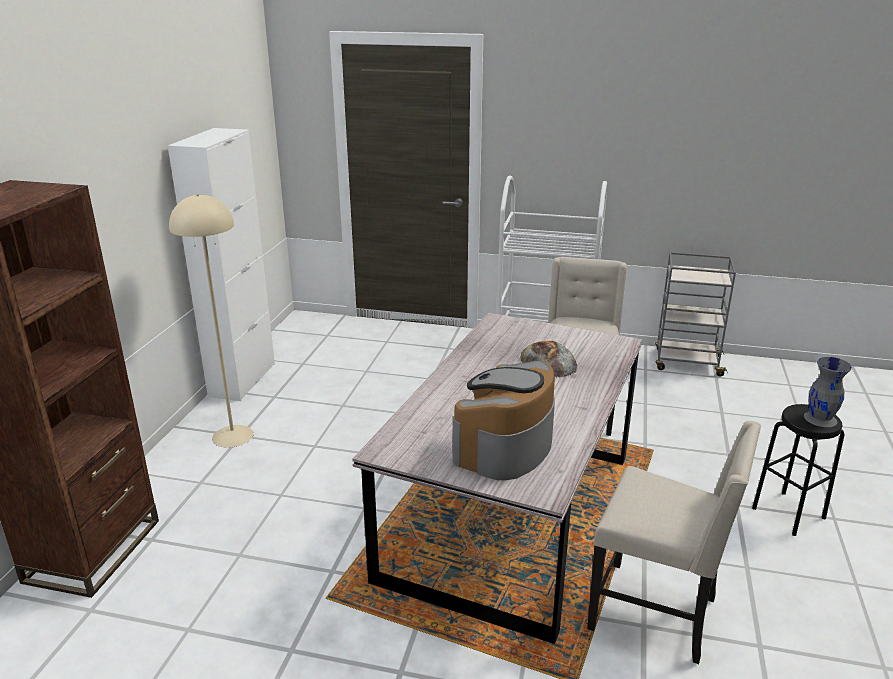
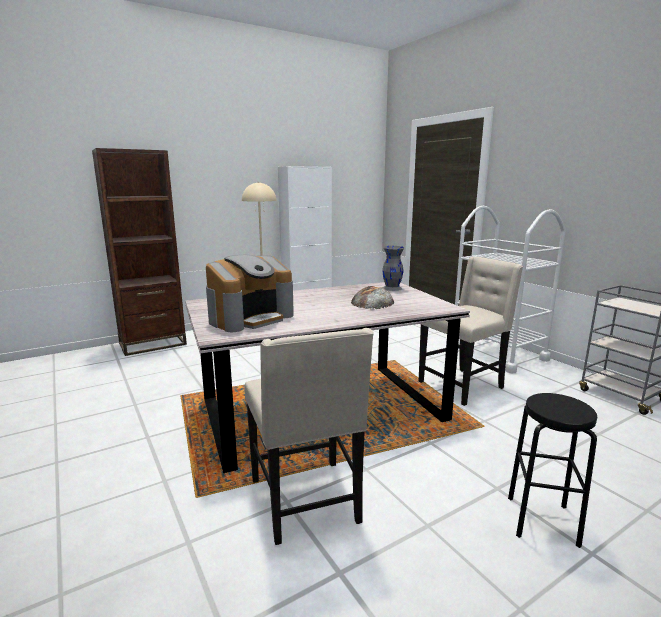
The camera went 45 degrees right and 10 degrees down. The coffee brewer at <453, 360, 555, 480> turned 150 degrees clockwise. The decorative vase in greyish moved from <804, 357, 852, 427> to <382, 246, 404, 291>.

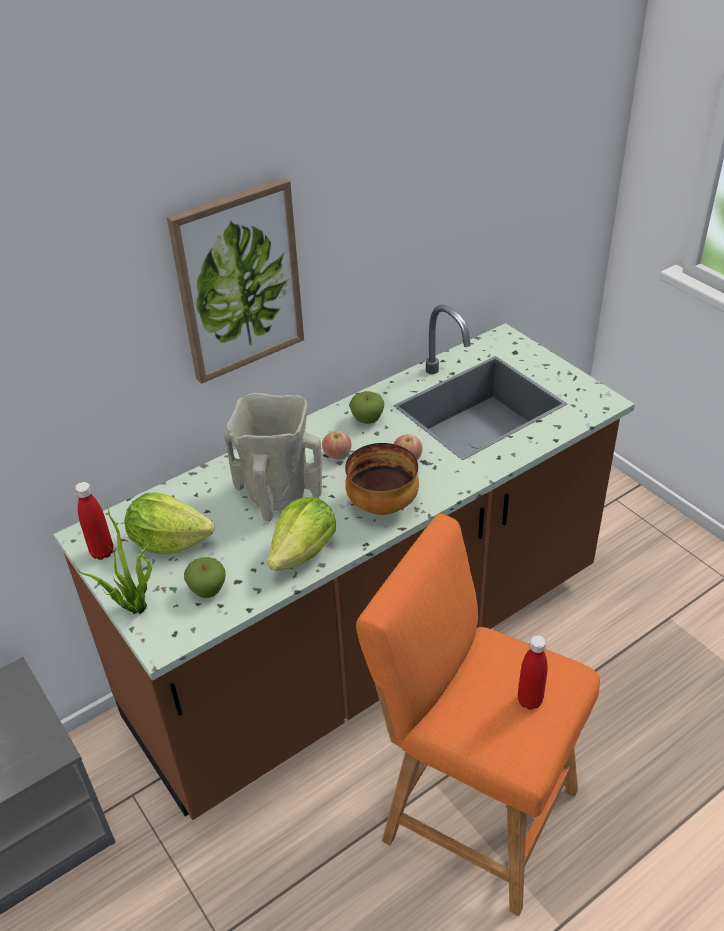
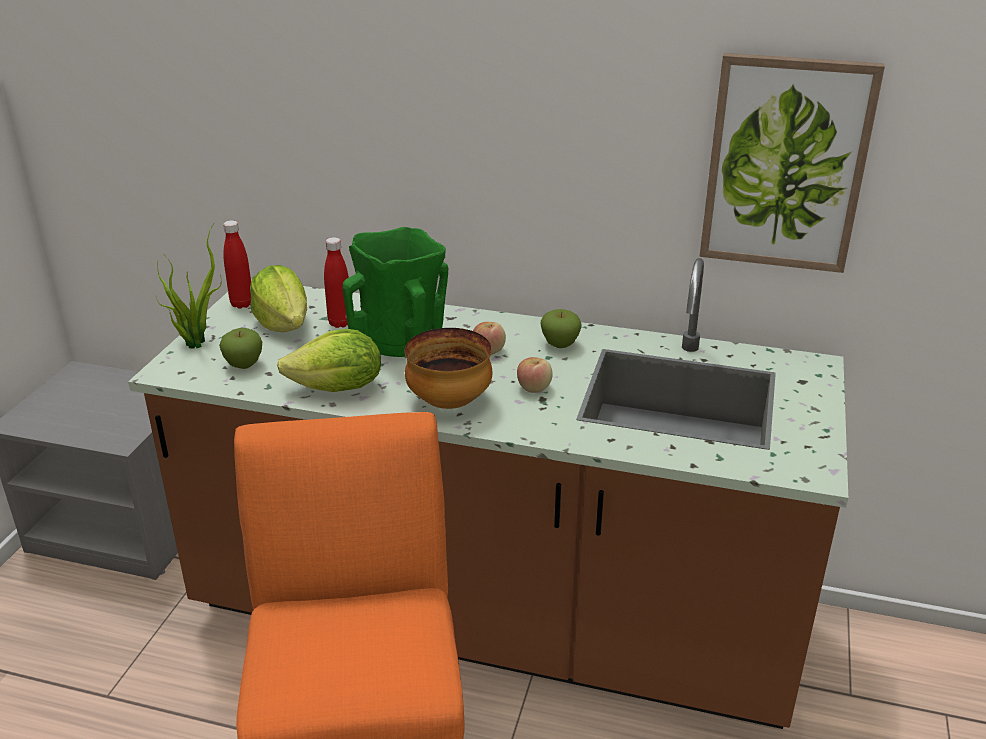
The camera went 50 degrees right and 10 degrees down. The bottle in red moved from <518, 635, 548, 710> to <324, 237, 349, 328>. The decorative vase in beige-coloured at <224, 393, 322, 522> became the decorative vase in green at <343, 227, 448, 357>. The wall picture moved from <167, 178, 304, 384> to <700, 53, 885, 273>.

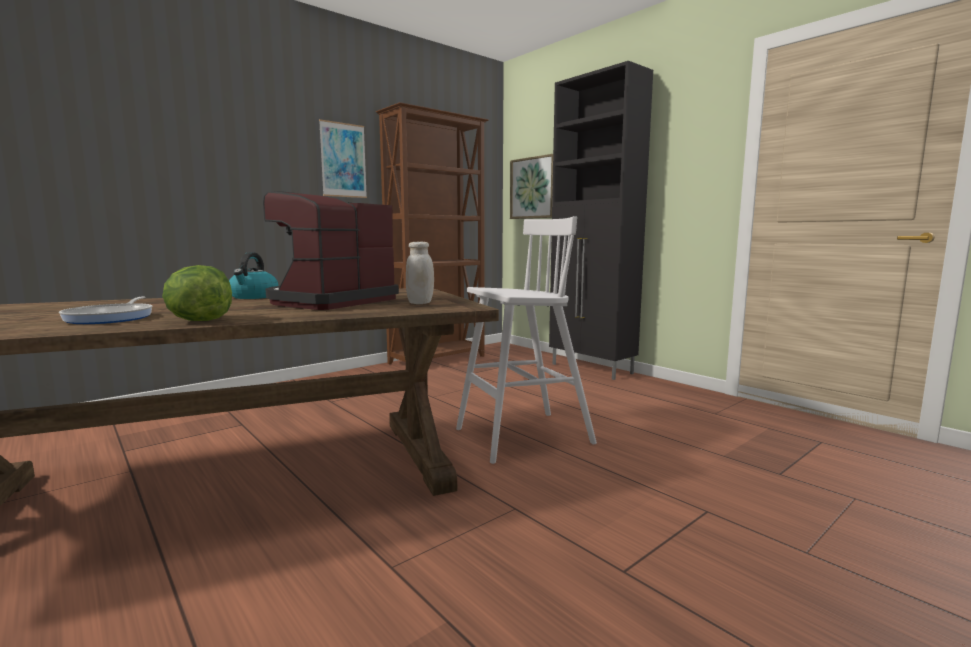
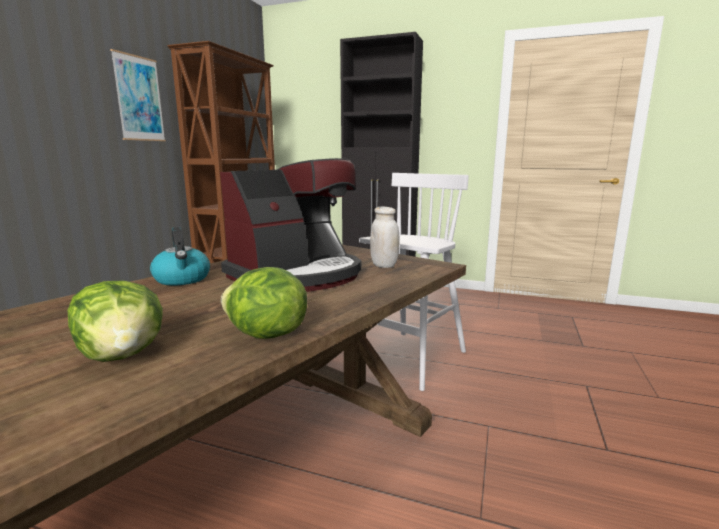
The camera went 30 degrees left and 5 degrees up. The skillet at <59, 296, 153, 324> was replaced by the head of lettuce at <68, 280, 163, 362>. The coffee brewer at <263, 191, 399, 310> turned 135 degrees counterclockwise. The wall picture at <510, 154, 553, 219> disappeared.

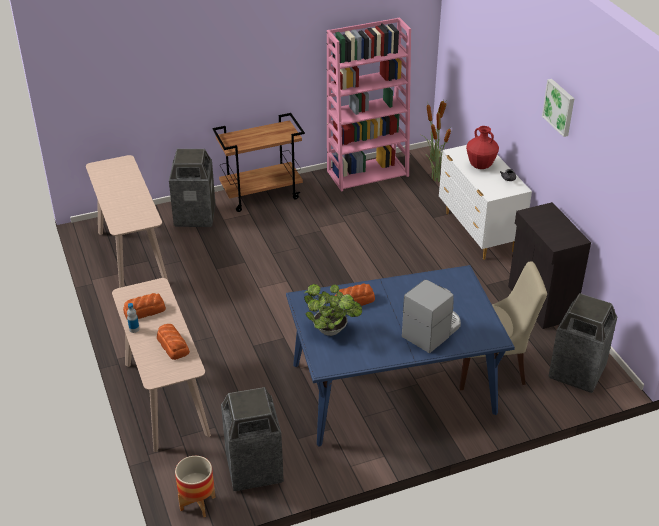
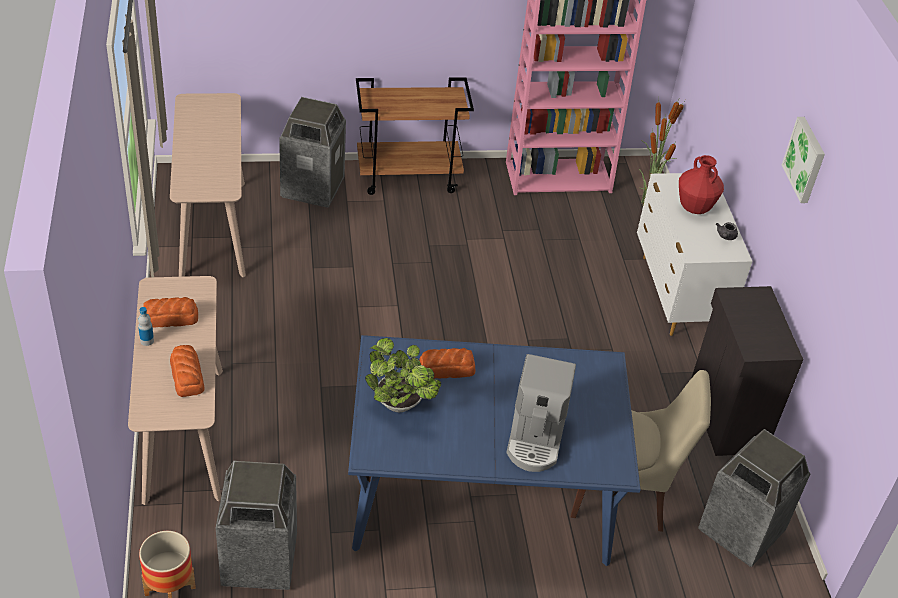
The camera went 10 degrees right and 5 degrees up. The coffee brewer at <402, 280, 461, 353> turned 135 degrees clockwise.

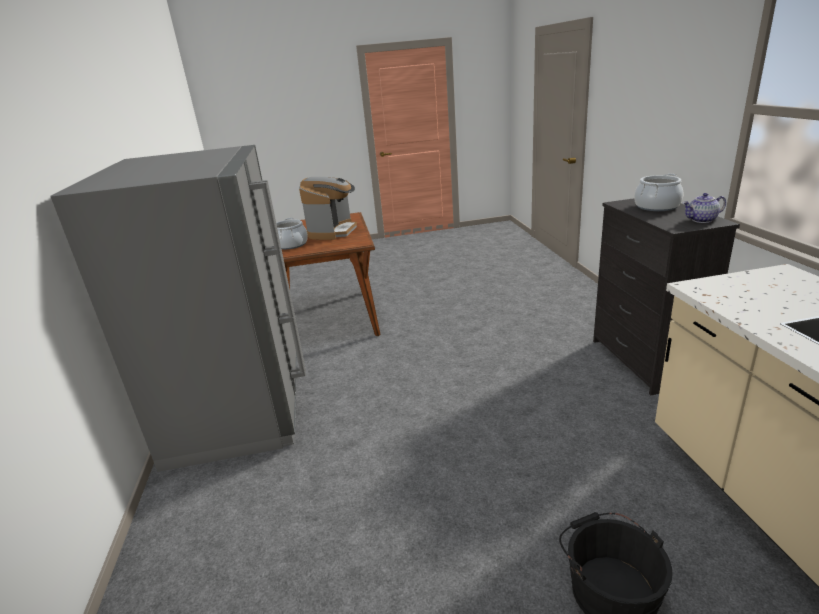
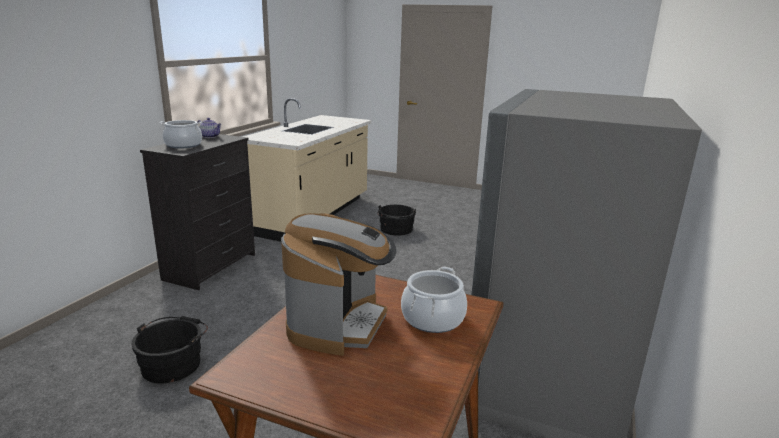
The camera went 150 degrees left and 5 degrees down. The pail in blackish at <131, 316, 208, 383> appeared. The coffee brewer at <299, 177, 357, 240> turned 150 degrees clockwise.

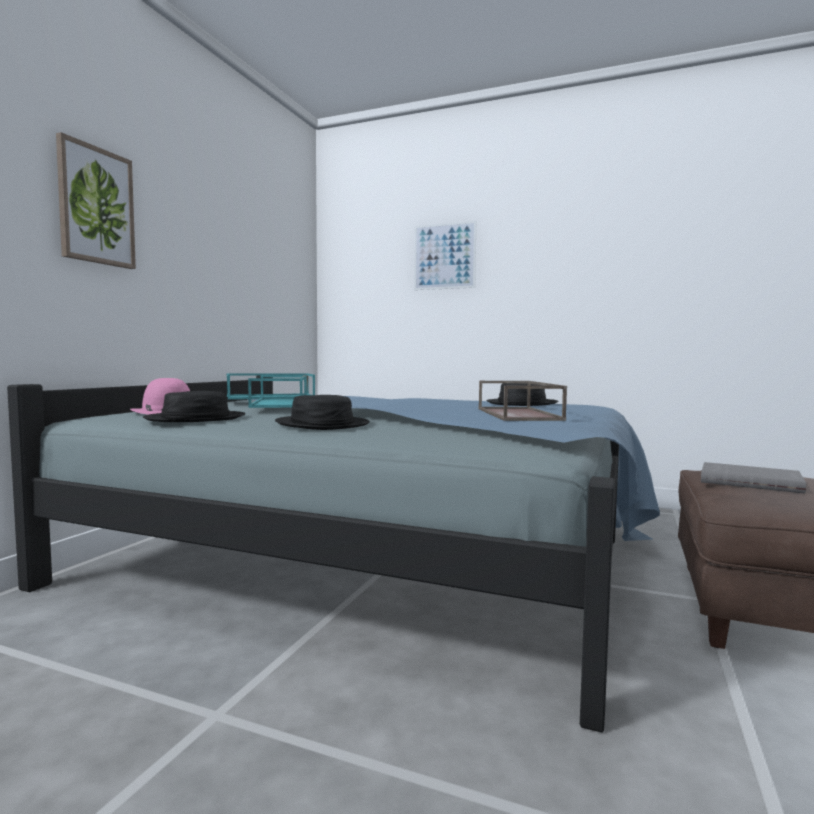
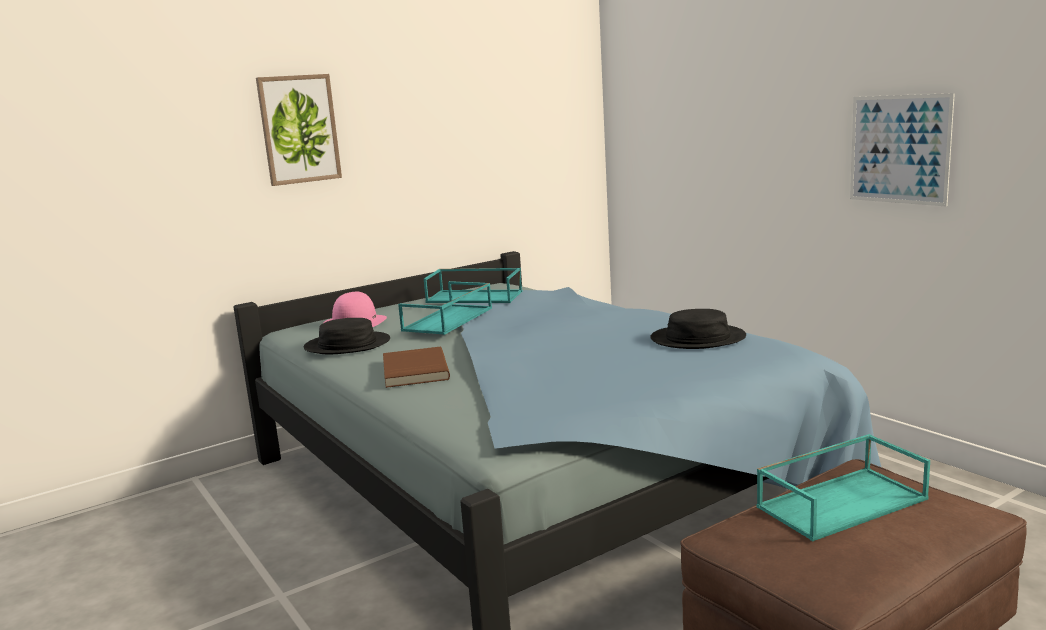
The camera went 35 degrees right and 10 degrees up. The clothing hat in blackish at <275, 395, 370, 430> was replaced by the book in brown at <383, 347, 450, 388>. The book in greyish at <701, 462, 806, 494> was replaced by the tray in turquoise at <757, 434, 930, 541>. The wall picture moved from <414, 221, 476, 290> to <850, 93, 955, 207>. The tray in brown at <479, 381, 567, 421> disappeared.

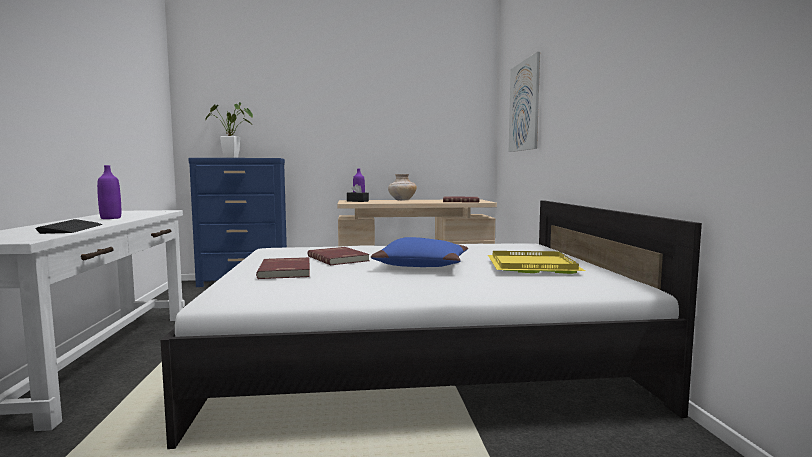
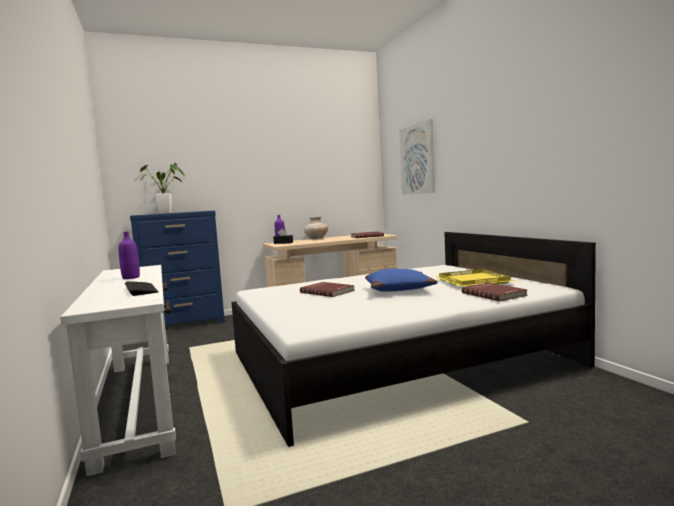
The camera went 15 degrees left and 0 degrees up. The book in red moved from <256, 257, 310, 279> to <462, 283, 528, 301>.

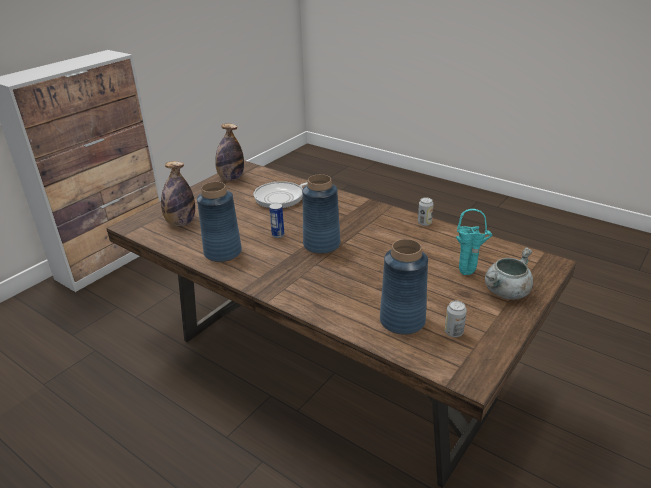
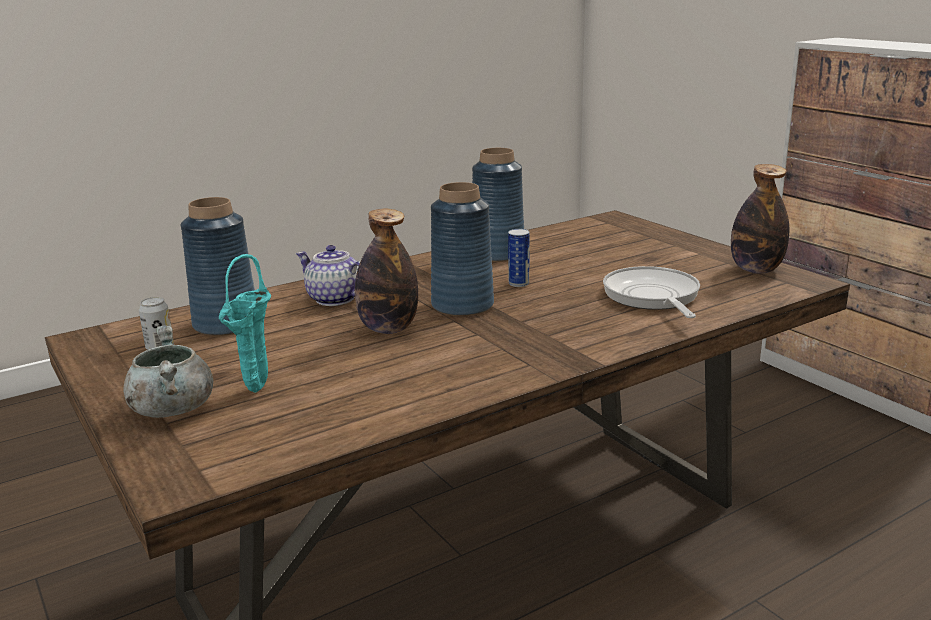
The camera went 110 degrees right and 10 degrees down. The pot for tea at <296, 245, 360, 306> appeared. The bottle moved from <161, 161, 195, 226> to <355, 209, 418, 334>. The sealed can at <418, 197, 433, 226> disappeared.

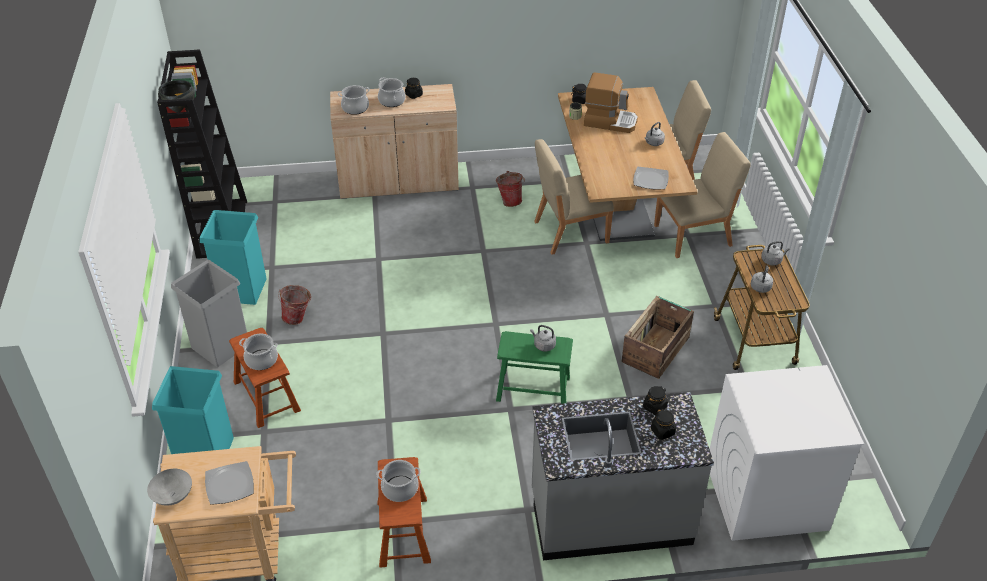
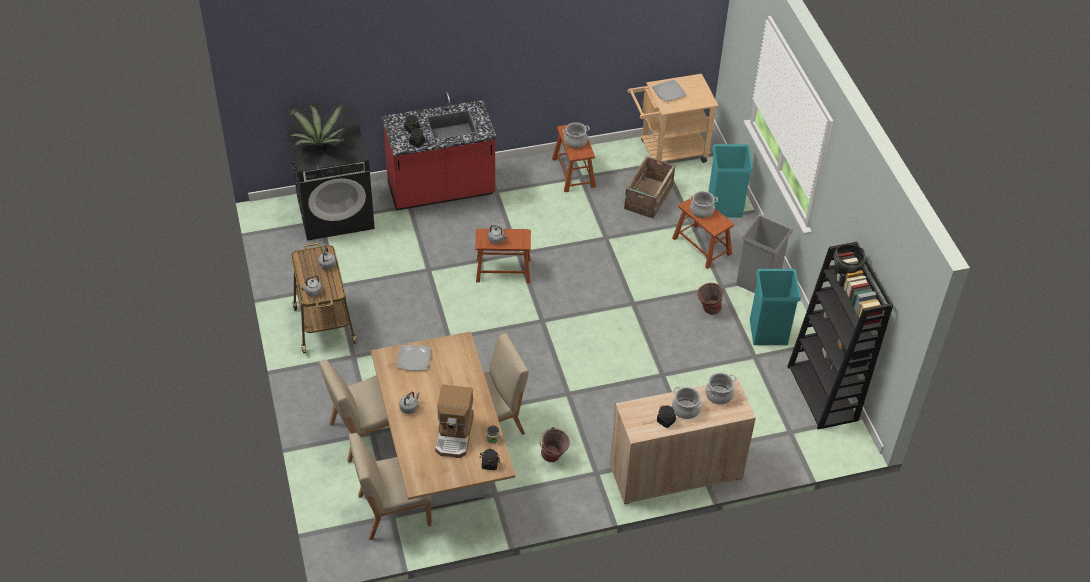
The camera went 170 degrees right and 5 degrees up. The plant in a pot at <283, 101, 351, 151> appeared. The laundry appliance in white at <710, 365, 864, 541> became the laundry appliance in blackish at <287, 115, 375, 241>. The counter in greyish at <532, 392, 714, 560> became the counter in red at <382, 91, 497, 210>. The coffee brewer at <584, 73, 638, 133> turned 90 degrees counterclockwise. The stool seat in green at <496, 331, 573, 404> became the stool seat in brown at <475, 228, 531, 283>. The packing crate moved from <622, 296, 694, 379> to <624, 156, 675, 219>. The bowl in greyish at <147, 469, 192, 506> disappeared.

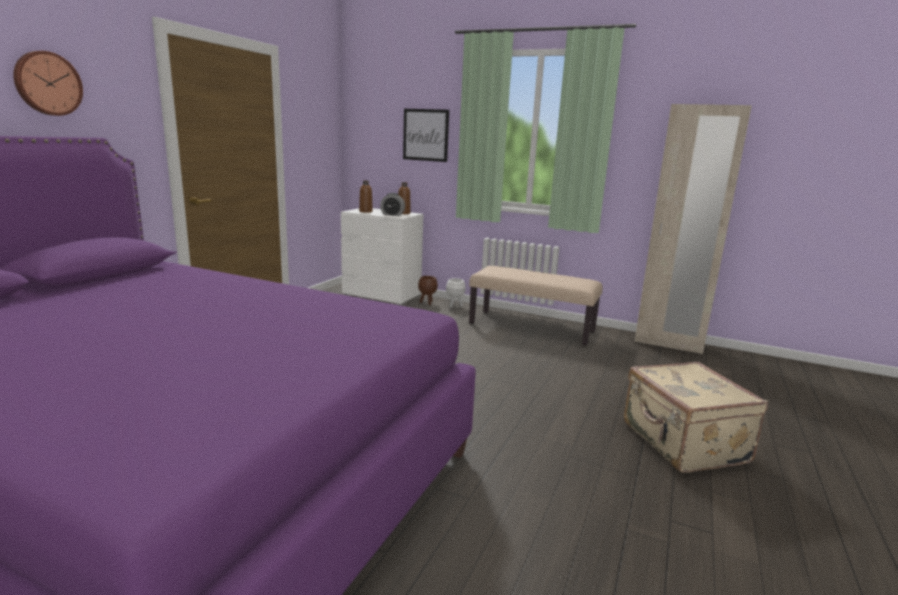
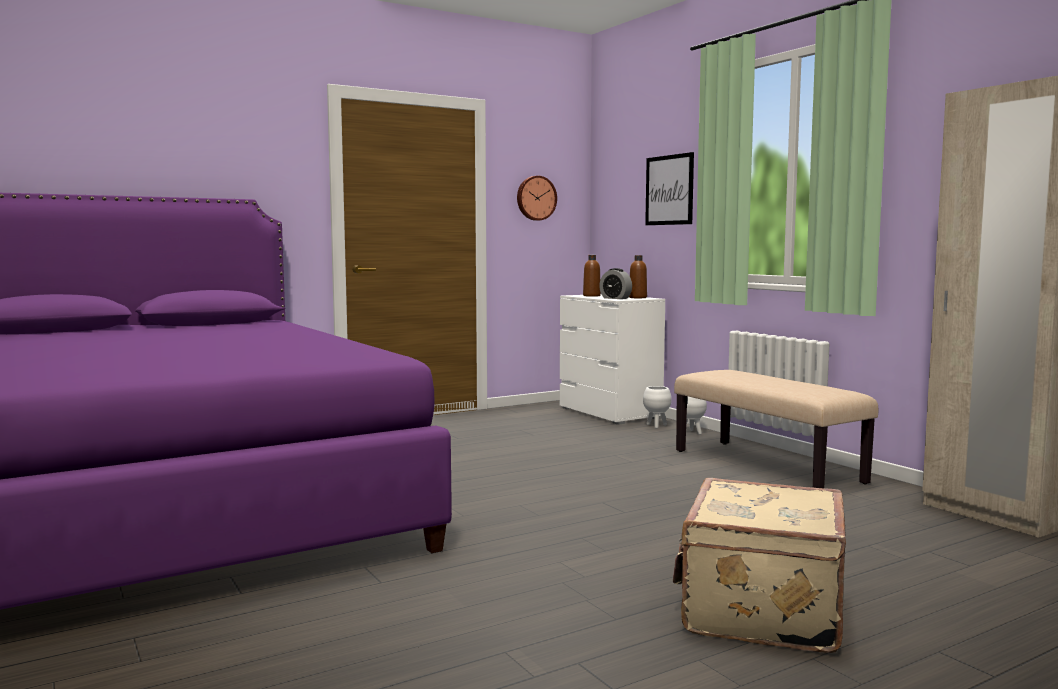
The camera went 35 degrees right and 10 degrees down. The clock on the wall moved from <13, 51, 83, 116> to <517, 176, 557, 221>. The planter in brown at <418, 276, 438, 305> became the planter in white at <643, 386, 672, 429>.

